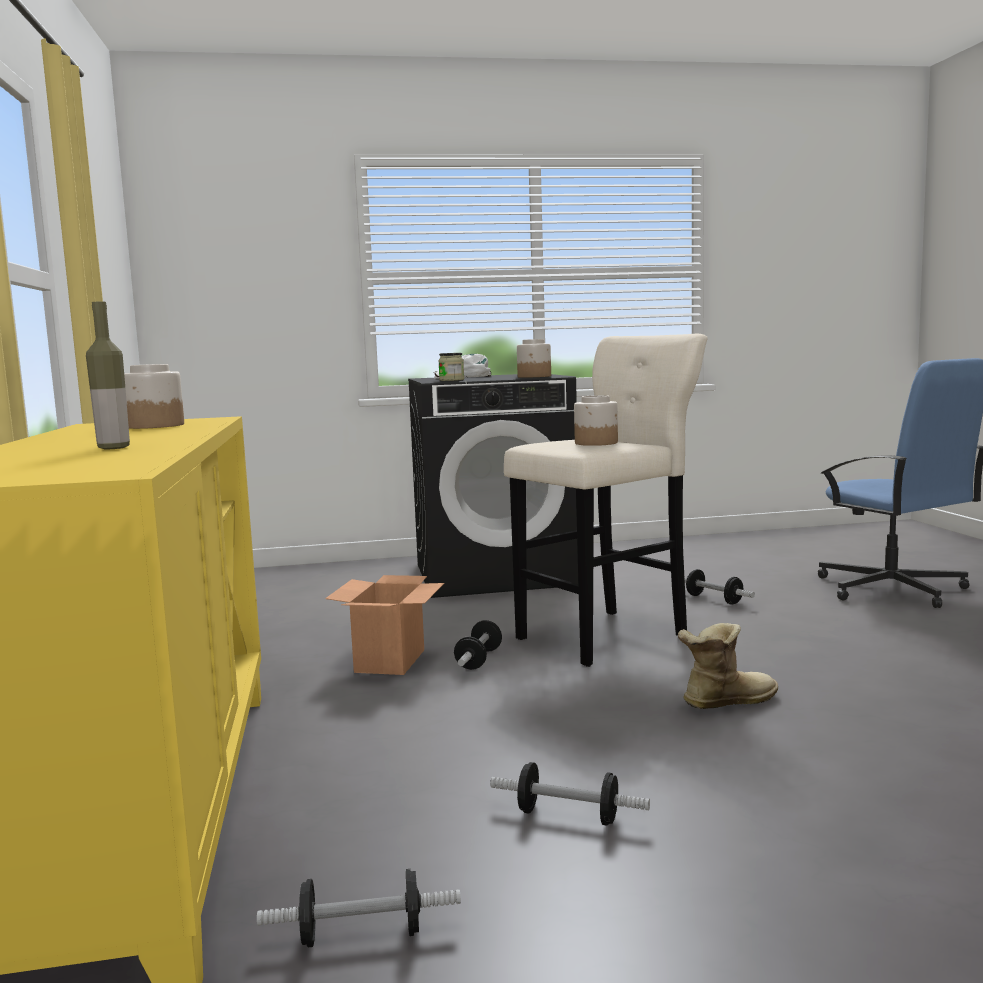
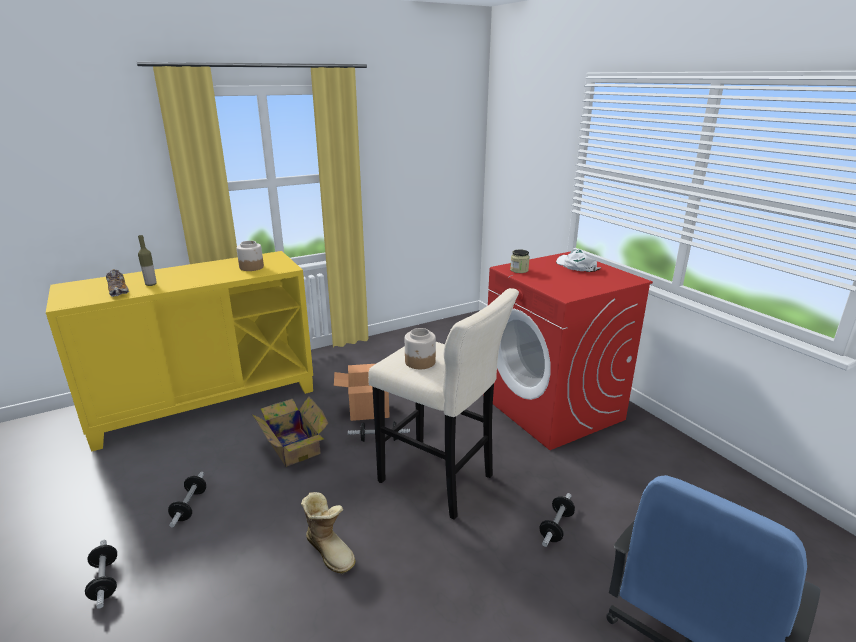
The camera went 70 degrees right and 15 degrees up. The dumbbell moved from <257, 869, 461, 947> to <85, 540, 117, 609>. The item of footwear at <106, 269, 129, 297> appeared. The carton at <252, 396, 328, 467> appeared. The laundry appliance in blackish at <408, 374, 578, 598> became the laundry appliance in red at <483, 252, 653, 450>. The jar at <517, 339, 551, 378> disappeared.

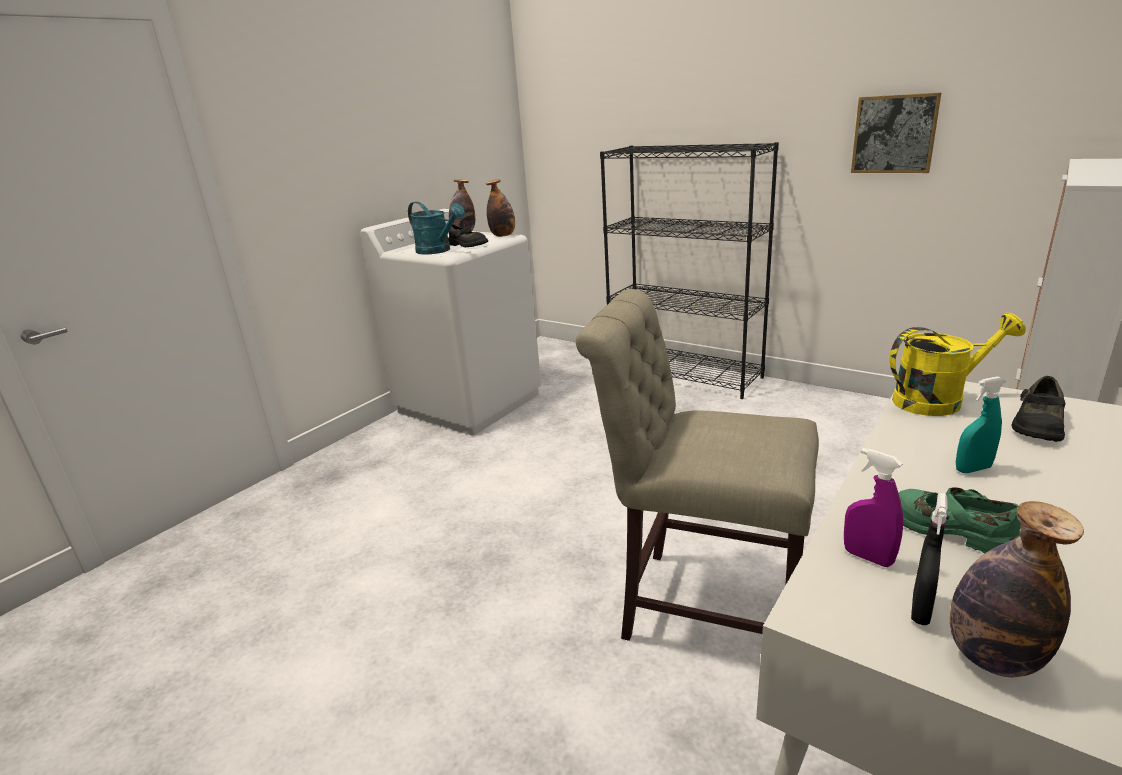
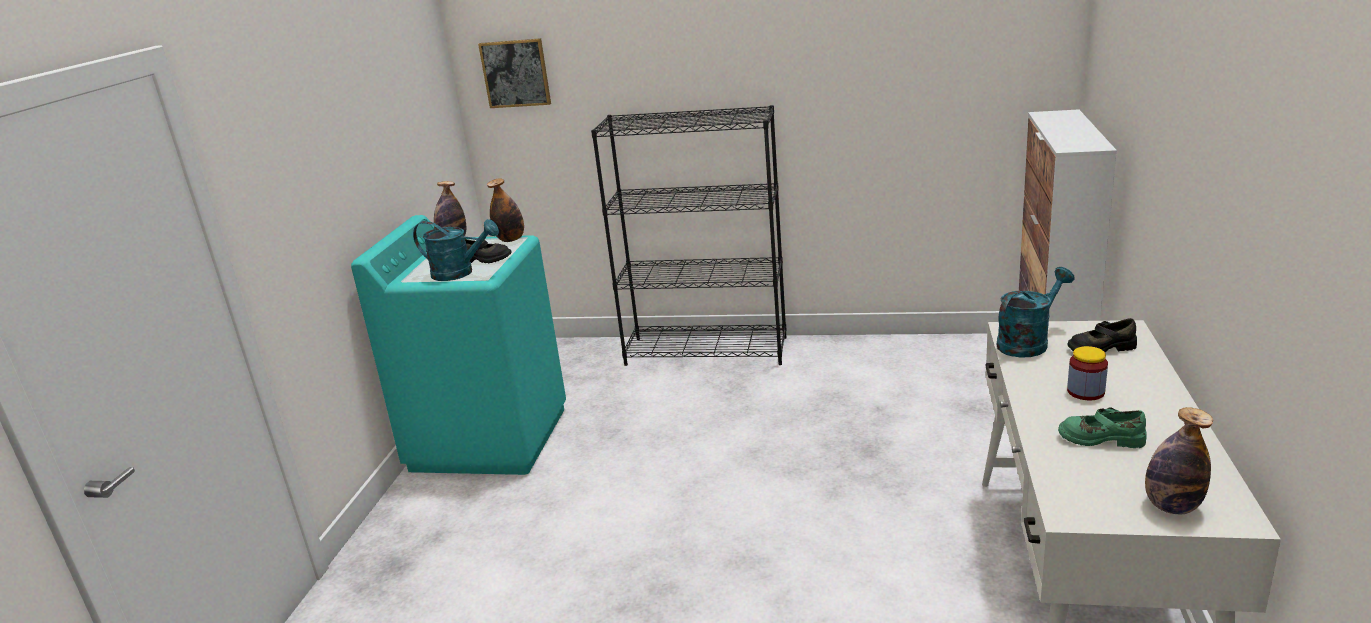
The camera went 25 degrees left and 0 degrees up. The laundry appliance in white at <360, 209, 541, 435> became the laundry appliance in turquoise at <351, 215, 566, 475>. The wall picture moved from <851, 93, 941, 173> to <478, 38, 551, 108>. The watering pot in yellowish at <890, 313, 1026, 416> became the watering pot in turquoise at <996, 267, 1074, 357>. The item of footwear in blackish at <1012, 376, 1066, 442> turned 75 degrees clockwise. The spray bottle in turquoise at <956, 376, 1006, 473> was replaced by the jar at <1067, 346, 1108, 400>. The upright chair in beige-coloured at <576, 289, 819, 641> disappeared. The spray bottle in purple at <844, 448, 903, 567> disappeared. The spray bottle in blackish at <911, 493, 947, 625> disappeared.

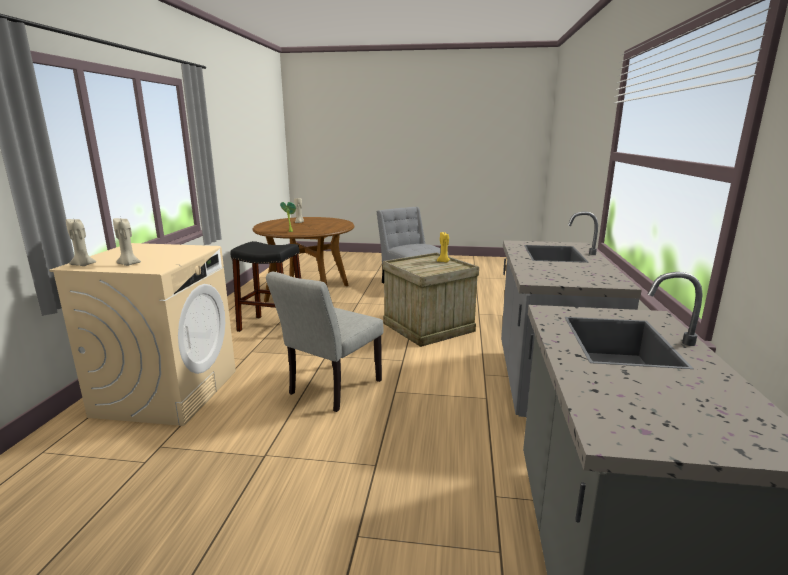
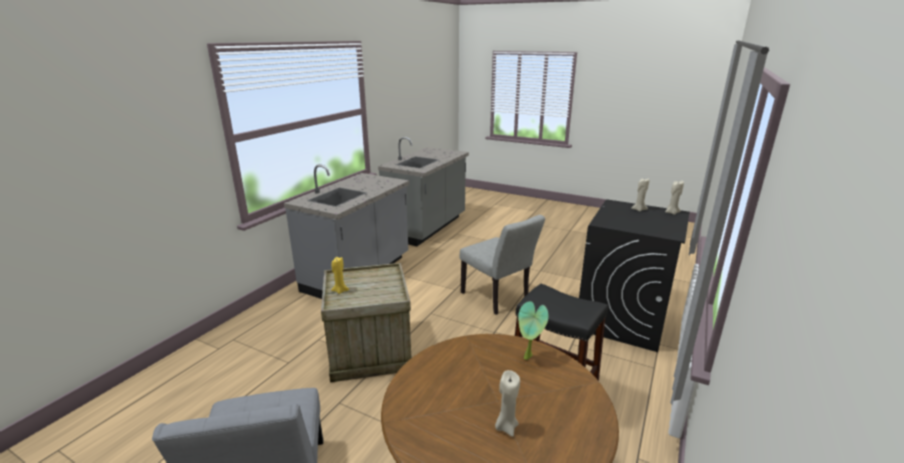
The camera went 160 degrees left and 5 degrees up. The upright chair in greyish at <266, 272, 383, 412> turned 90 degrees clockwise. The laundry appliance in beige-coloured at <49, 243, 236, 426> became the laundry appliance in blackish at <579, 199, 690, 352>.

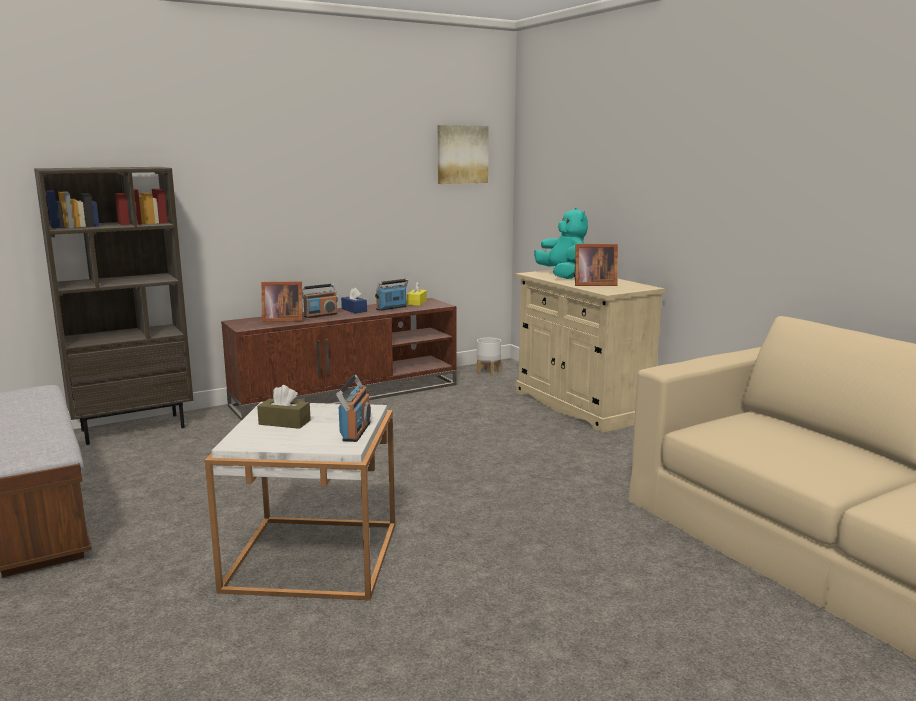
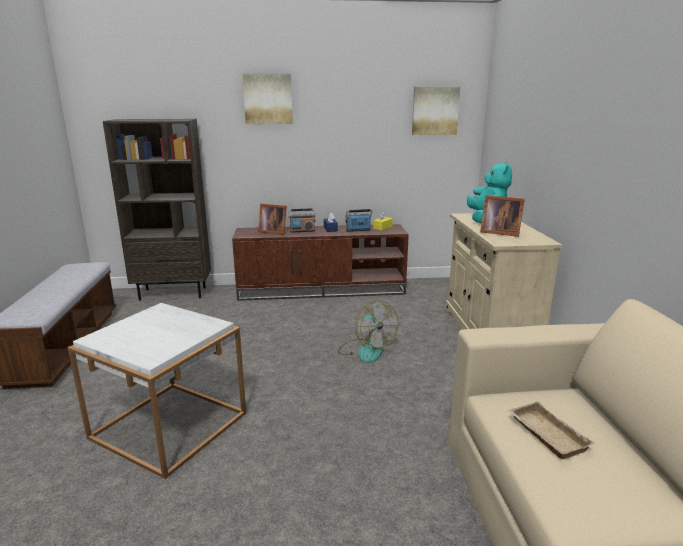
The camera went 25 degrees right and 5 degrees up. The wall picture at <242, 74, 293, 124> appeared. The electric fan at <338, 301, 398, 363> appeared. The tray in beige-coloured at <508, 401, 595, 459> appeared. The tissue holder in brown at <257, 385, 311, 429> disappeared. The radio receiver at <336, 374, 371, 442> disappeared. The planter in white at <477, 338, 501, 376> disappeared.

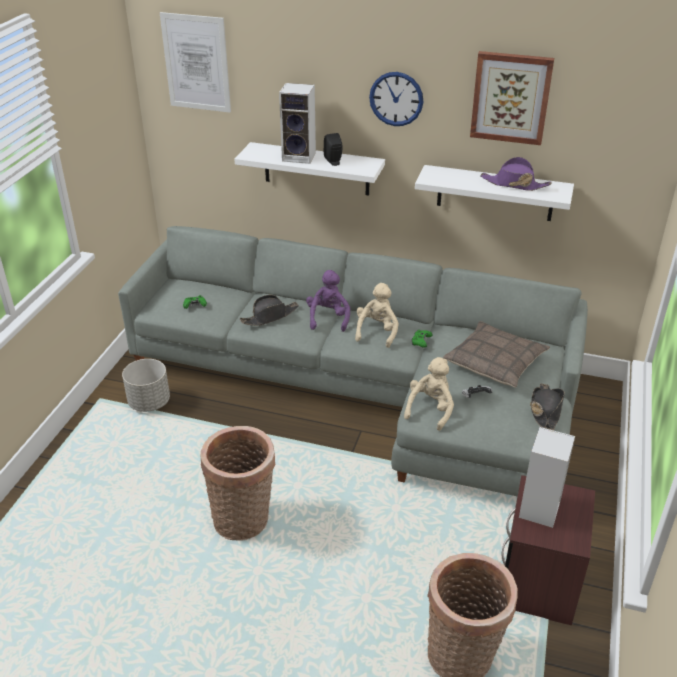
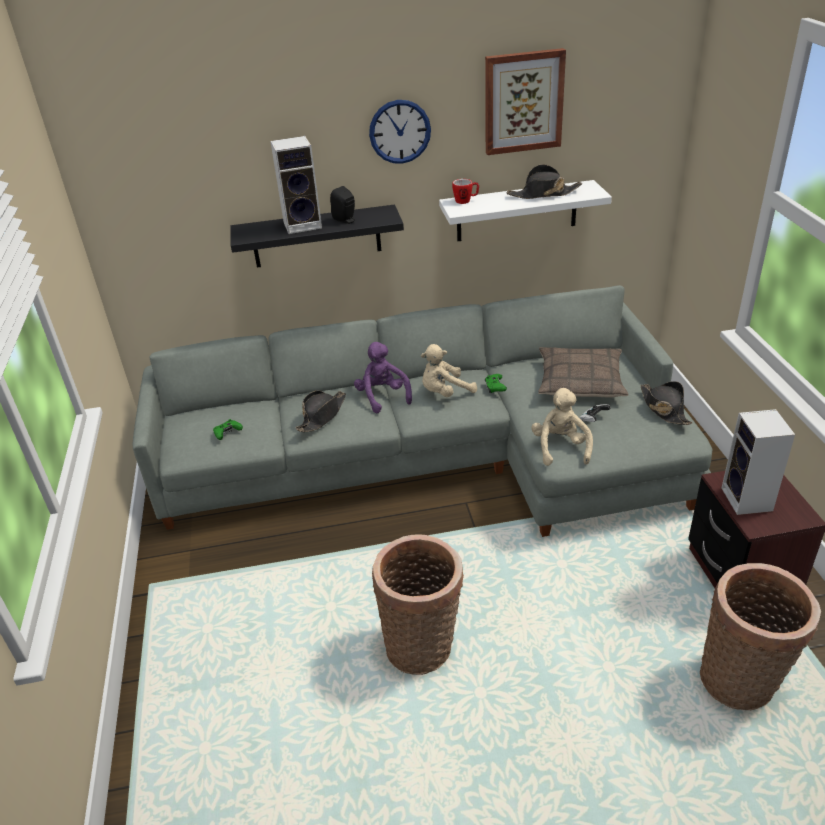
The camera went 25 degrees left and 0 degrees up. The shelf in white at <235, 142, 385, 196> became the shelf in blackish at <230, 205, 404, 268>. The soft toy in beige-coloured at <355, 283, 399, 348> turned 105 degrees counterclockwise. The tea mug at <452, 179, 479, 204> appeared. The clothing hat in purple at <480, 157, 552, 191> became the clothing hat in blackish at <507, 164, 582, 199>. The planter in greyish at <122, 359, 170, 412> disappeared. The wall picture at <160, 12, 231, 113> disappeared.

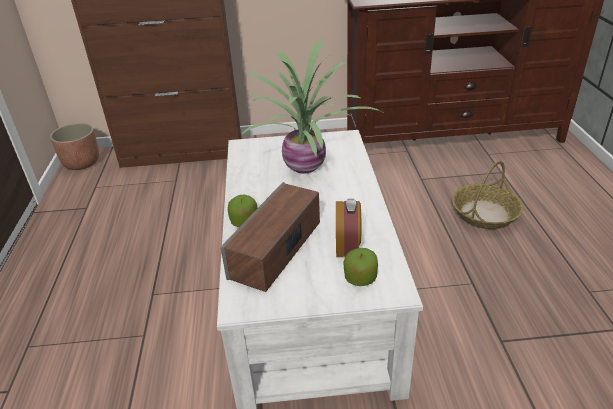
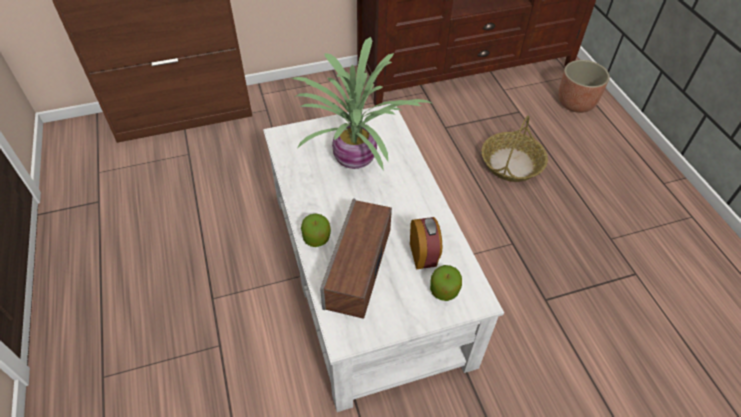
The camera went 15 degrees left and 15 degrees up. The planter moved from <50, 123, 99, 170> to <558, 60, 610, 113>.

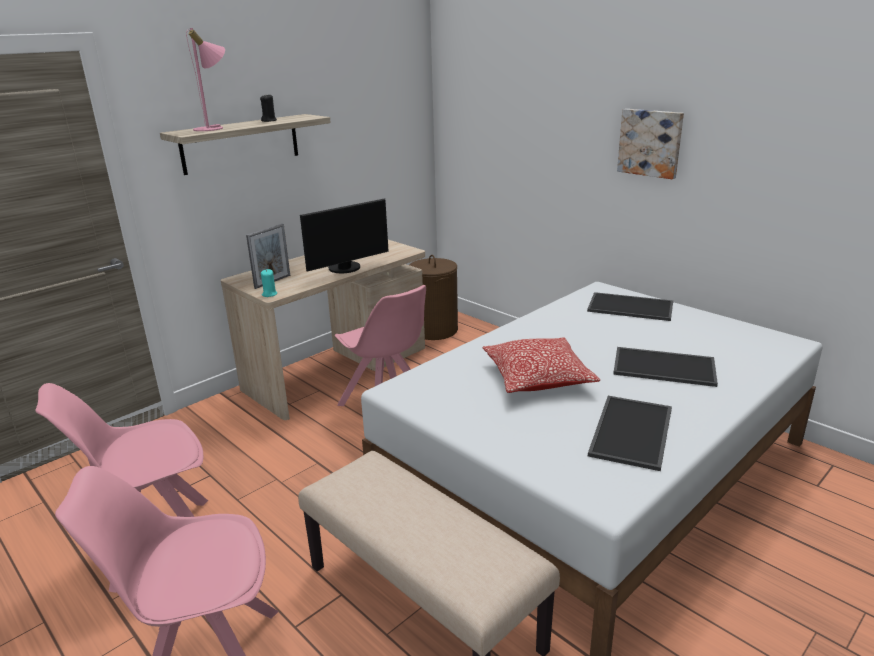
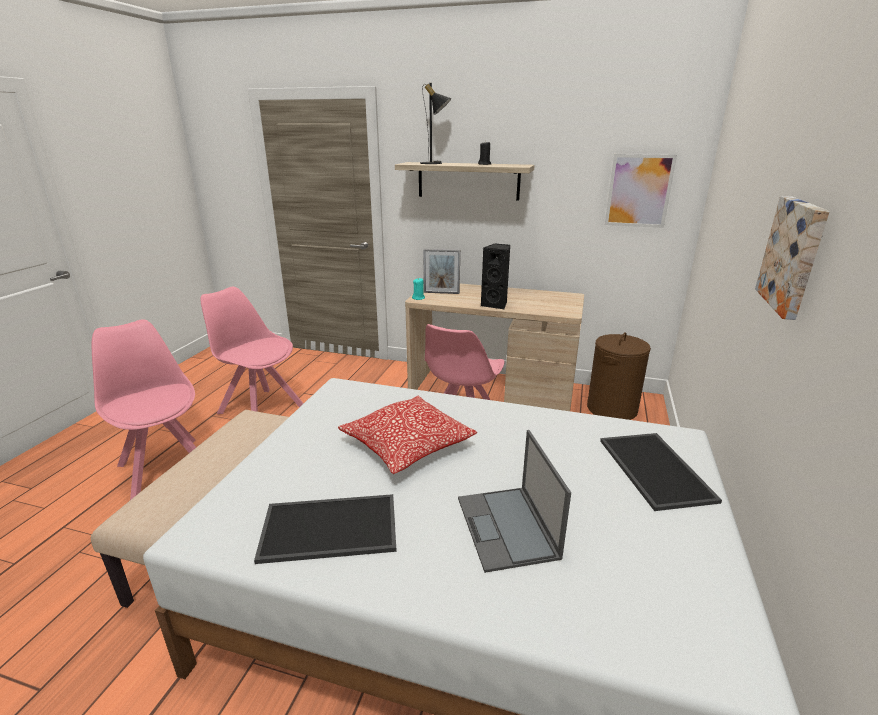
The camera went 60 degrees right and 0 degrees up. The table lamp in pink-coloured at <186, 28, 225, 131> became the table lamp in blackish at <420, 83, 451, 164>. The tray at <613, 347, 718, 387> was replaced by the laptop at <458, 430, 571, 573>. The monitor at <300, 198, 389, 273> was replaced by the audio speaker in blackish at <481, 243, 510, 310>. The wall picture at <605, 154, 677, 228> appeared.

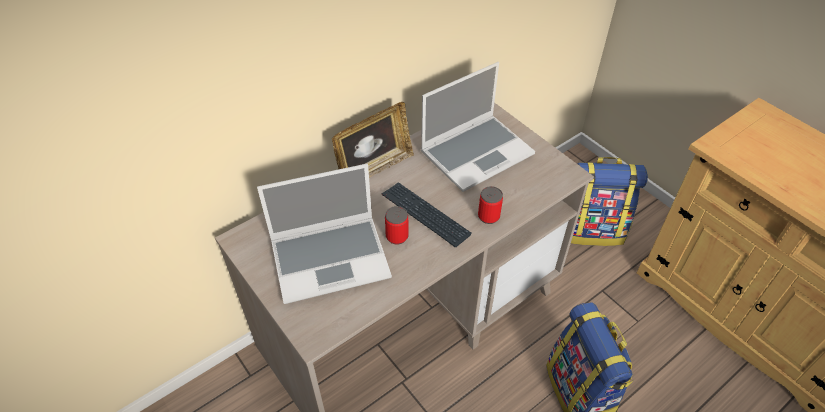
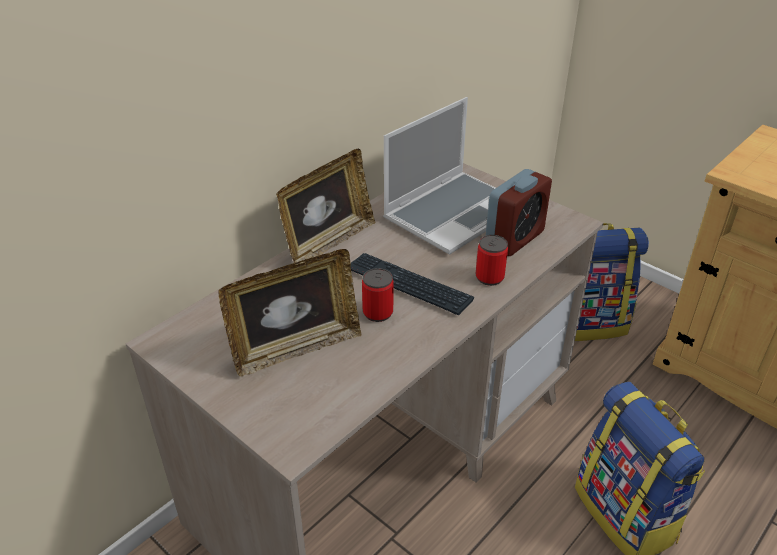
The camera went 10 degrees left and 10 degrees down. The laptop at <257, 164, 392, 304> was replaced by the standing frame at <218, 249, 362, 377>. The bedside clock at <486, 169, 552, 256> appeared.

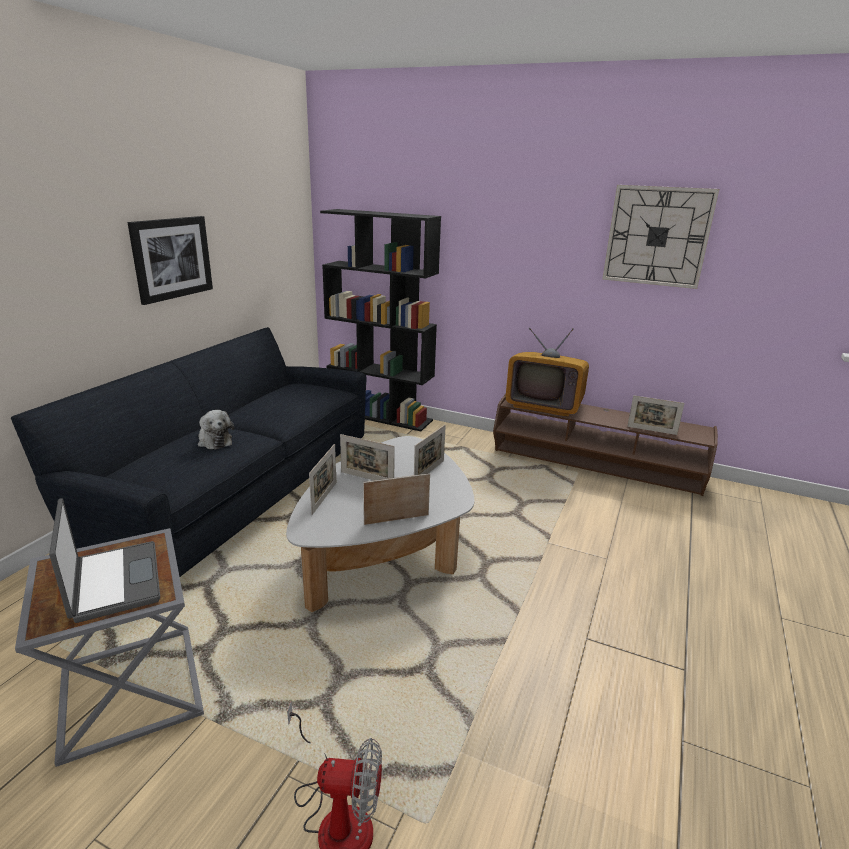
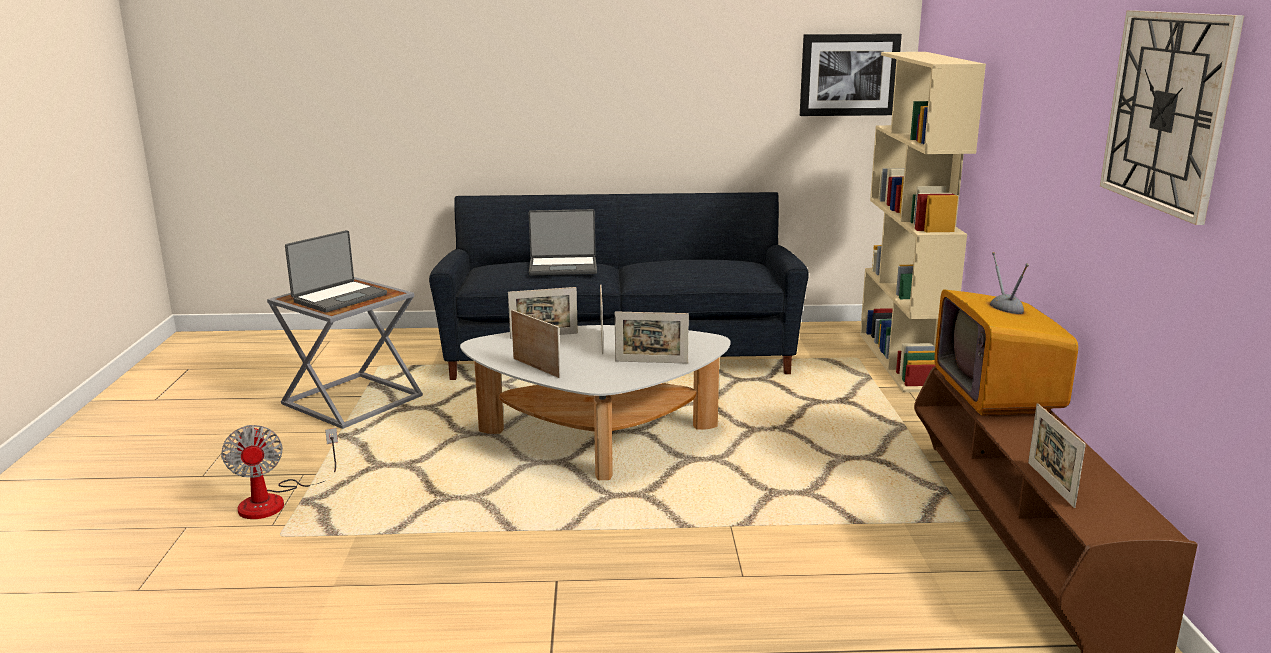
The camera went 65 degrees right and 5 degrees down. The soft toy at <198, 410, 234, 450> was replaced by the laptop at <529, 209, 597, 275>. The wall picture moved from <127, 216, 213, 305> to <800, 34, 902, 116>. The shelving unit in blackish at <320, 209, 441, 431> became the shelving unit in beige-coloured at <860, 52, 986, 393>.

